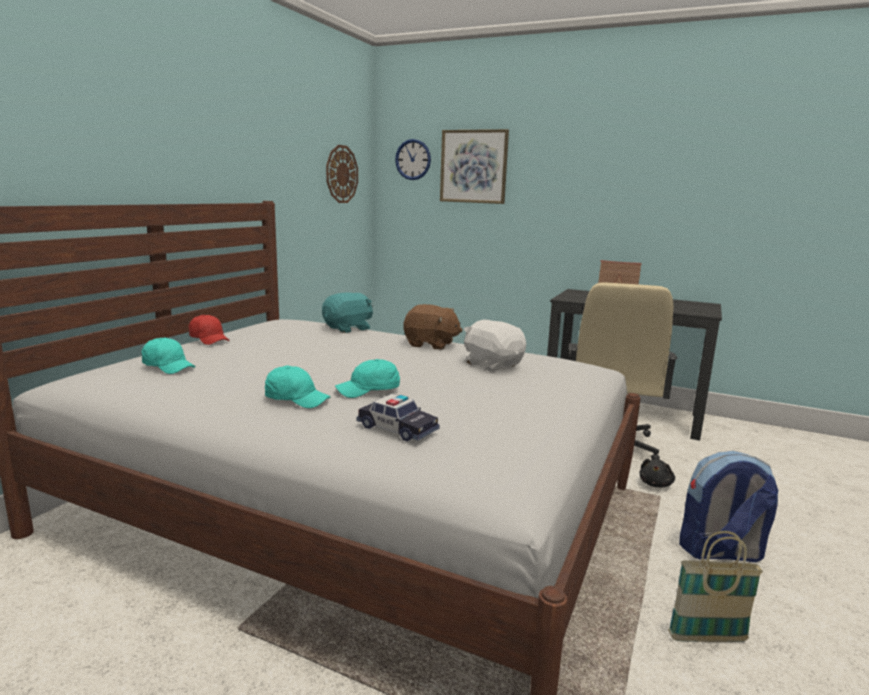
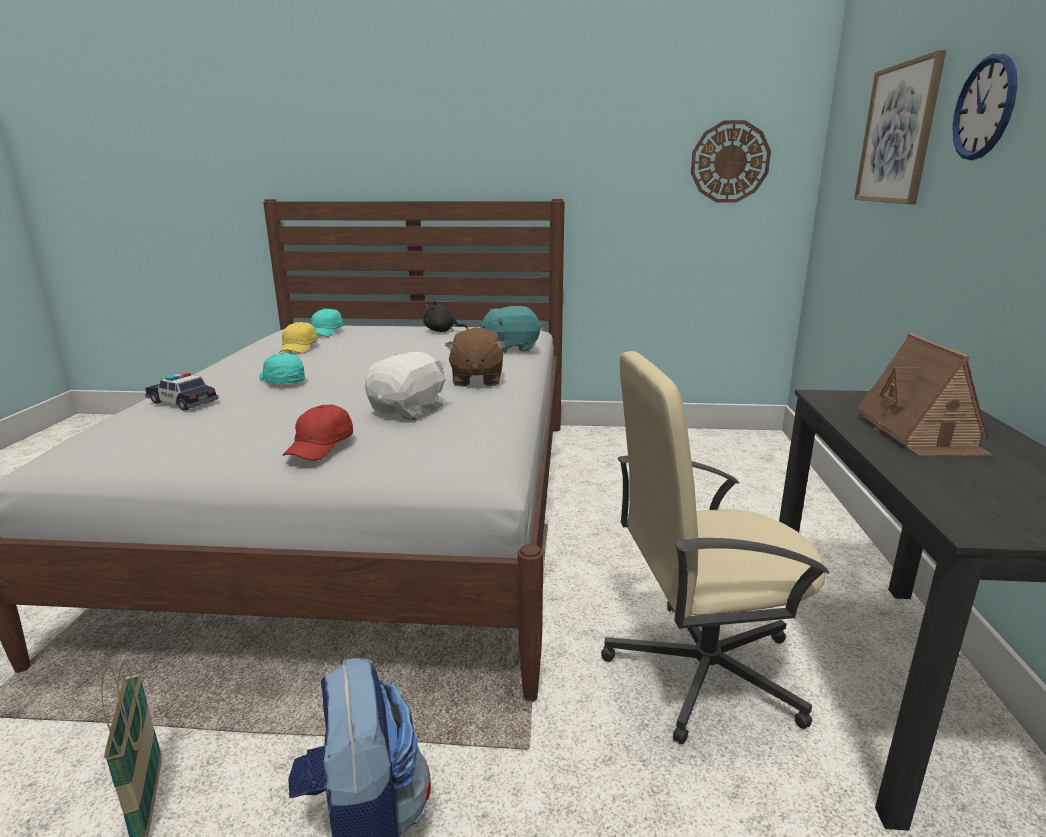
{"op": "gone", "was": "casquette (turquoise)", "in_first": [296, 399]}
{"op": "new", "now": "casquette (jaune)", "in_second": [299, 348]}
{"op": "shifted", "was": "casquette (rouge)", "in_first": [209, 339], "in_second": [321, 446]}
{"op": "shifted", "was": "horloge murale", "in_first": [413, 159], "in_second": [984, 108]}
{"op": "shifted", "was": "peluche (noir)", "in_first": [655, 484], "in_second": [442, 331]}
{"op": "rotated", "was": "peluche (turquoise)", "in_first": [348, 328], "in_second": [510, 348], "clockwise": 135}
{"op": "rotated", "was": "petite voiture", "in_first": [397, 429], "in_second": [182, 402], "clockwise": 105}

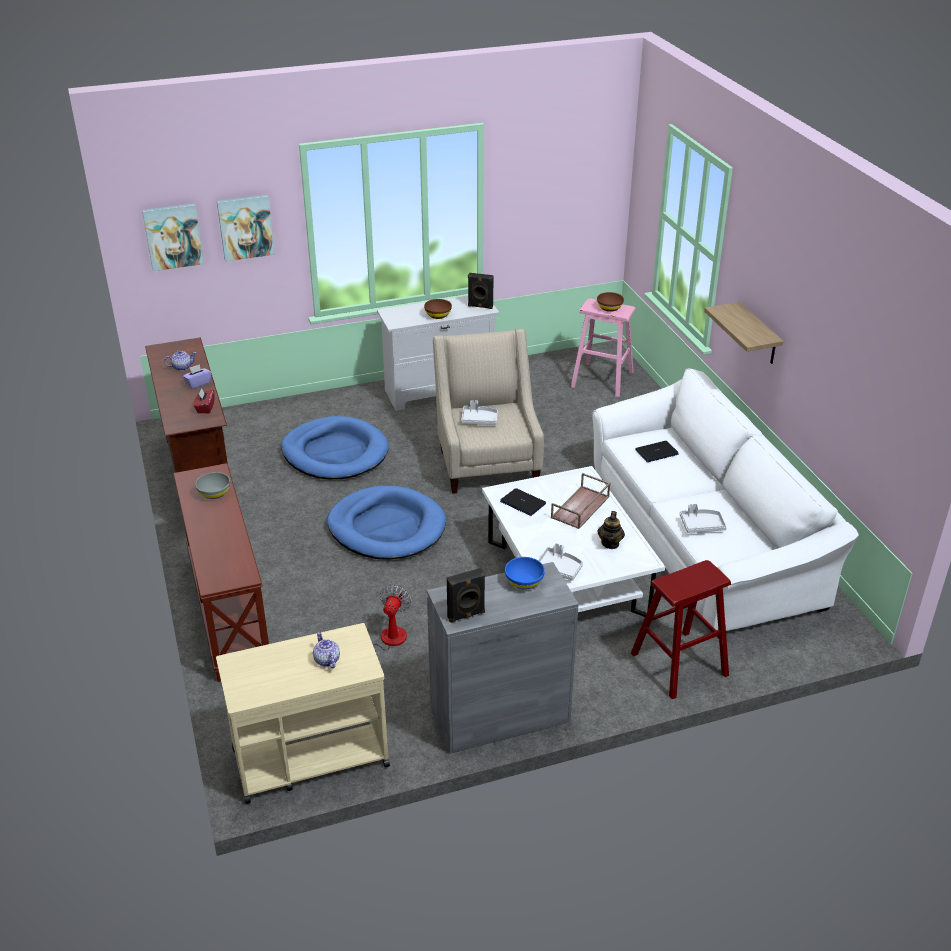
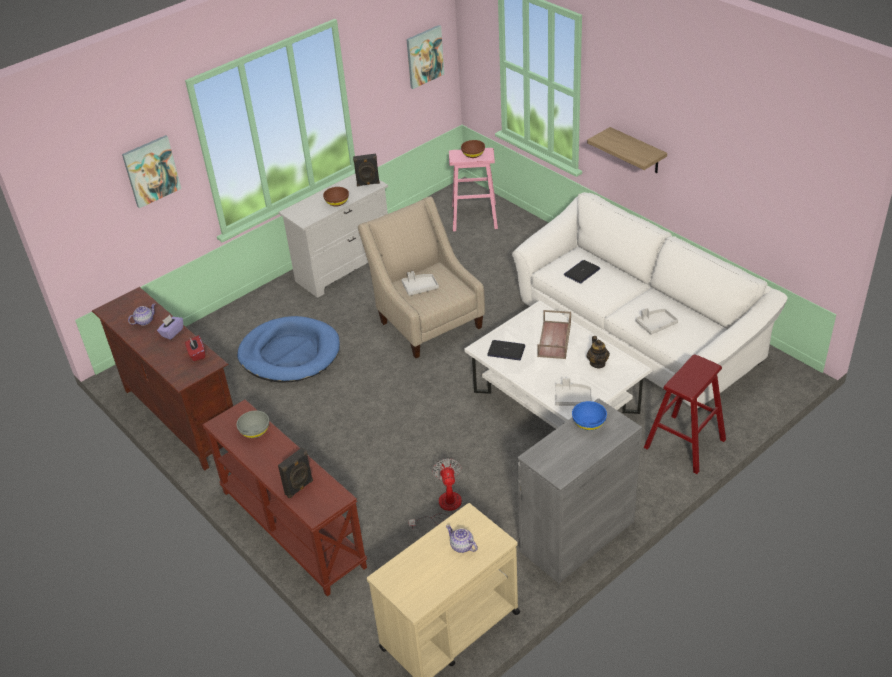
{"op": "gone", "was": "panier pour chien (bleu)", "in_first": [386, 527]}
{"op": "shifted", "was": "tableau", "in_first": [173, 236], "in_second": [424, 56]}
{"op": "shifted", "was": "enceinte (noir)", "in_first": [466, 615], "in_second": [299, 488]}

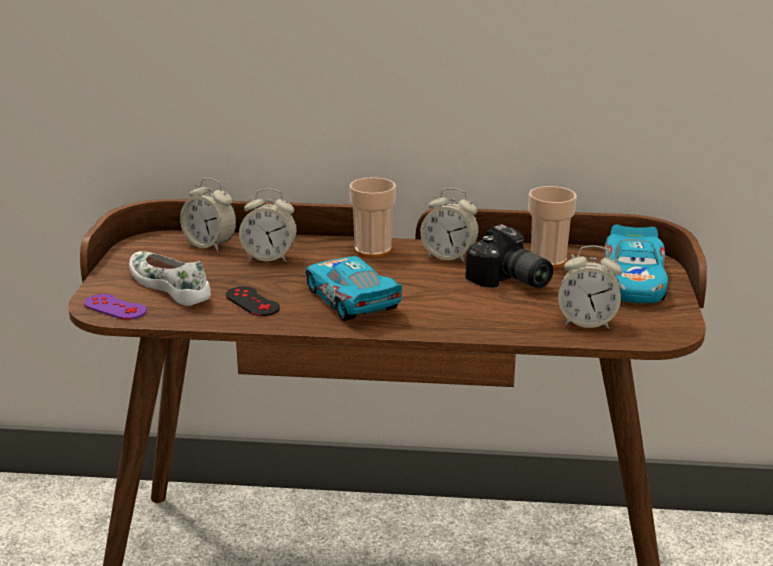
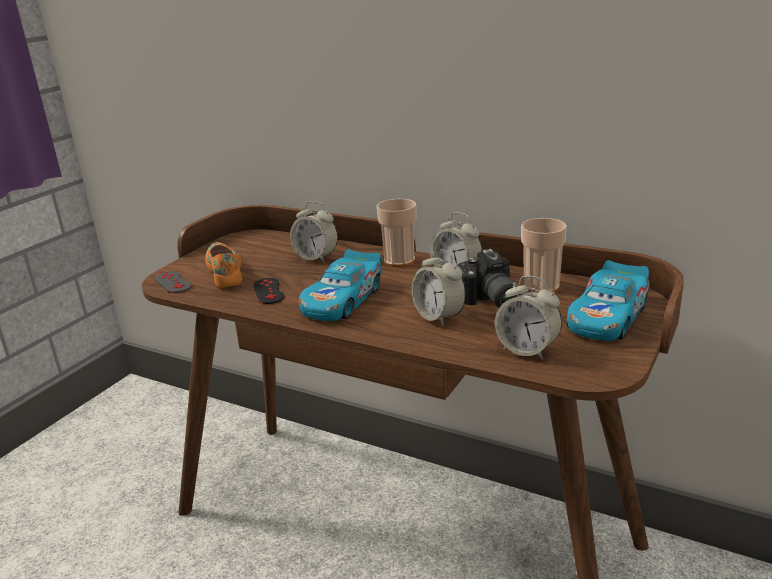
{"op": "shifted", "was": "réveil", "in_first": [210, 245], "in_second": [439, 317]}
{"op": "repainted", "was": "manette (violet)", "now": "manette (gris)", "in_first": [115, 307], "in_second": [173, 282]}
{"op": "repainted", "was": "chaussure (blanc)", "now": "chaussure (orange)", "in_first": [171, 286], "in_second": [226, 271]}
{"op": "rotated", "was": "petite voiture", "in_first": [352, 300], "in_second": [342, 300], "clockwise": -150}

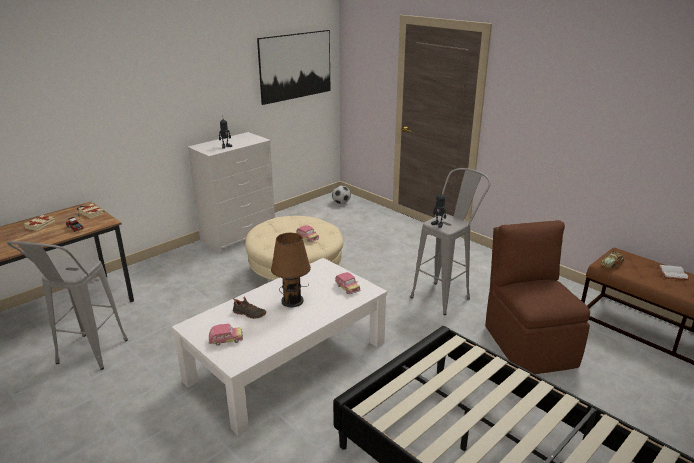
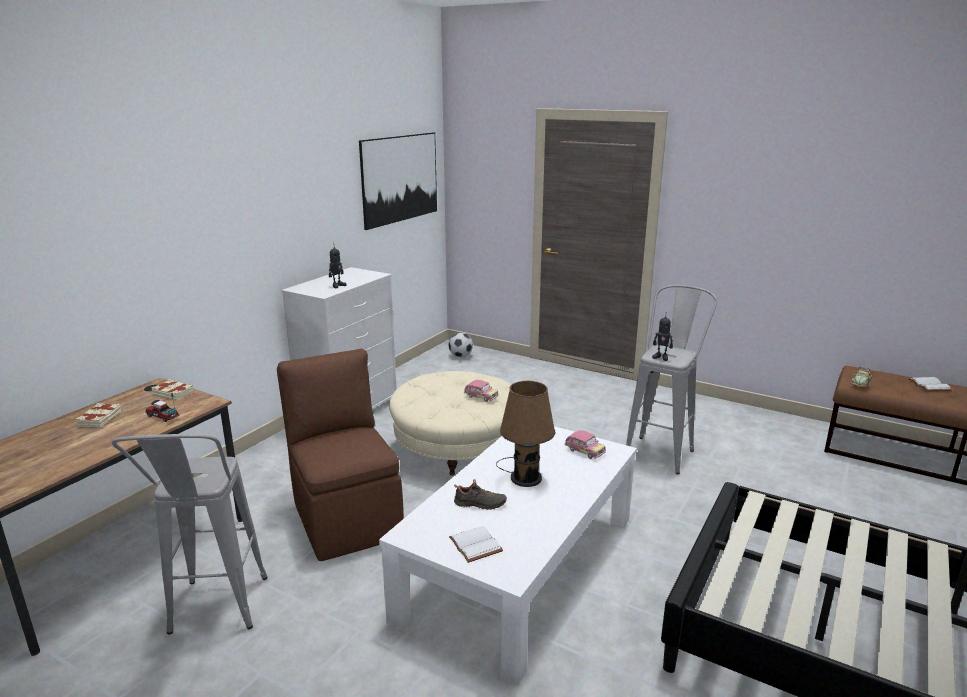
{"op": "shifted", "was": "chaise (marron)", "in_first": [528, 344], "in_second": [346, 517]}
{"op": "swapped", "was": "petite voiture", "now": "livre (blanc)", "in_first": [226, 340], "in_second": [474, 545]}

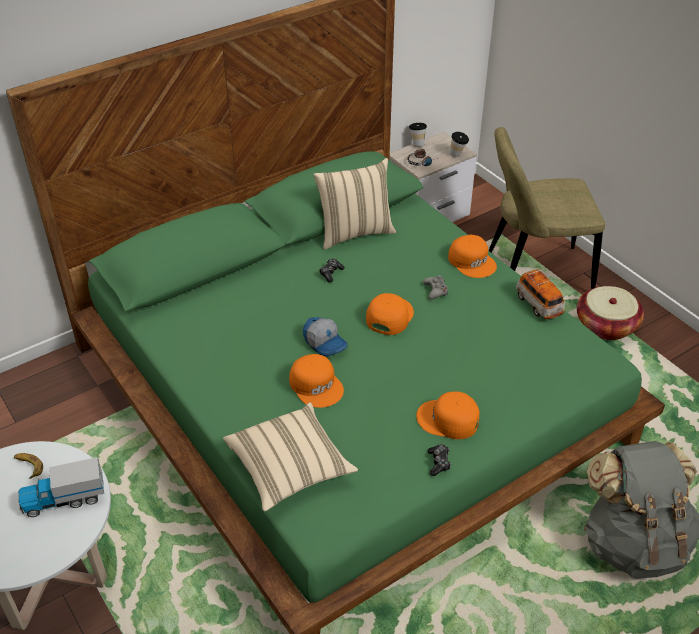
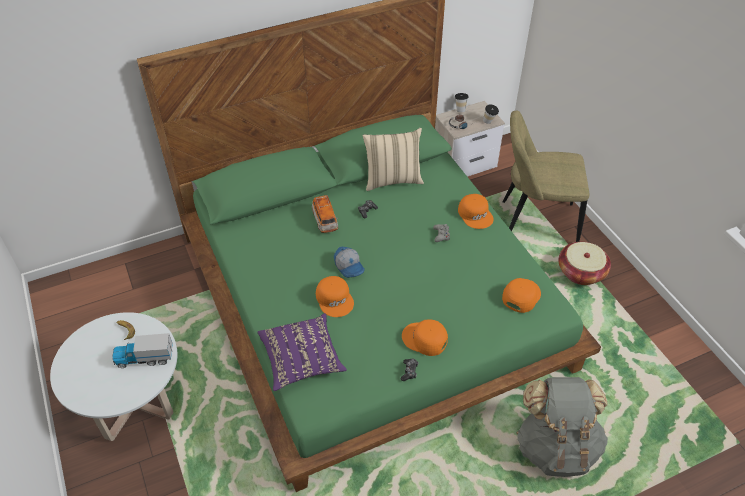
{"op": "shifted", "was": "casquette (orange)", "in_first": [389, 316], "in_second": [520, 295]}
{"op": "shifted", "was": "petite voiture", "in_first": [538, 304], "in_second": [325, 221]}
{"op": "repainted", "was": "coussin (beige)", "now": "coussin (violet)", "in_first": [290, 467], "in_second": [302, 359]}

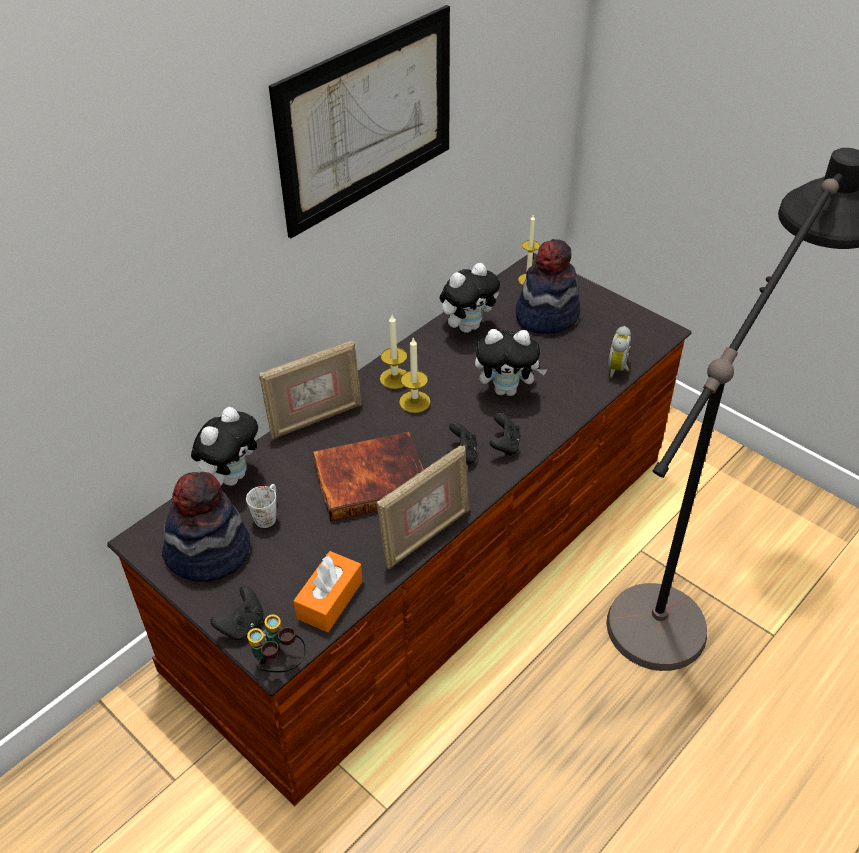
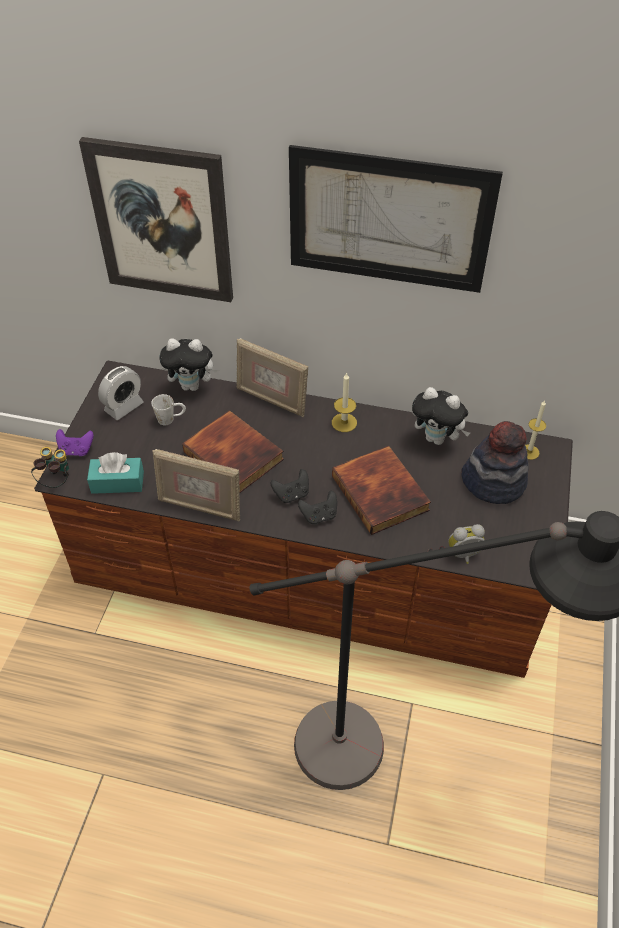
{"op": "gone", "was": "bougie", "in_first": [414, 402]}
{"op": "new", "now": "tableau", "in_second": [162, 222]}
{"op": "swapped", "was": "chapeau", "now": "réveil", "in_first": [208, 552], "in_second": [124, 407]}
{"op": "swapped", "was": "peluche", "now": "livre", "in_first": [507, 390], "in_second": [382, 492]}
{"op": "repainted", "was": "manette (noir)", "now": "manette (violet)", "in_first": [242, 625], "in_second": [76, 450]}
{"op": "repainted", "was": "boîte à mouchoirs (orange)", "now": "boîte à mouchoirs (turquoise)", "in_first": [330, 600], "in_second": [117, 482]}

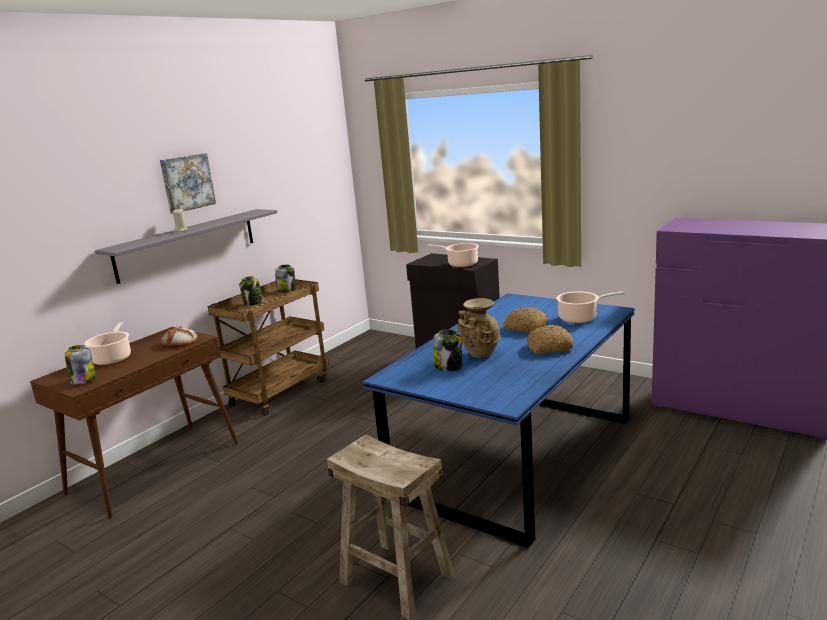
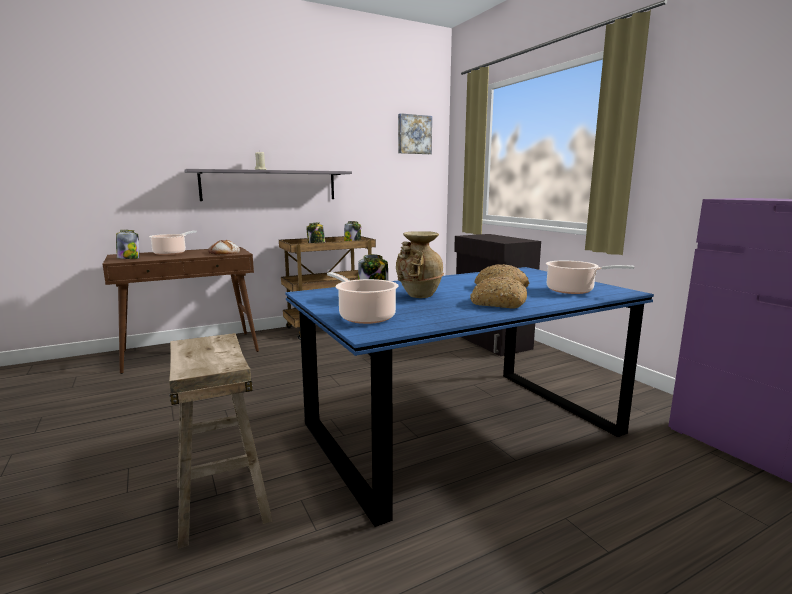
{"op": "shifted", "was": "tableau", "in_first": [187, 182], "in_second": [414, 134]}
{"op": "shifted", "was": "marmite", "in_first": [460, 264], "in_second": [364, 316]}

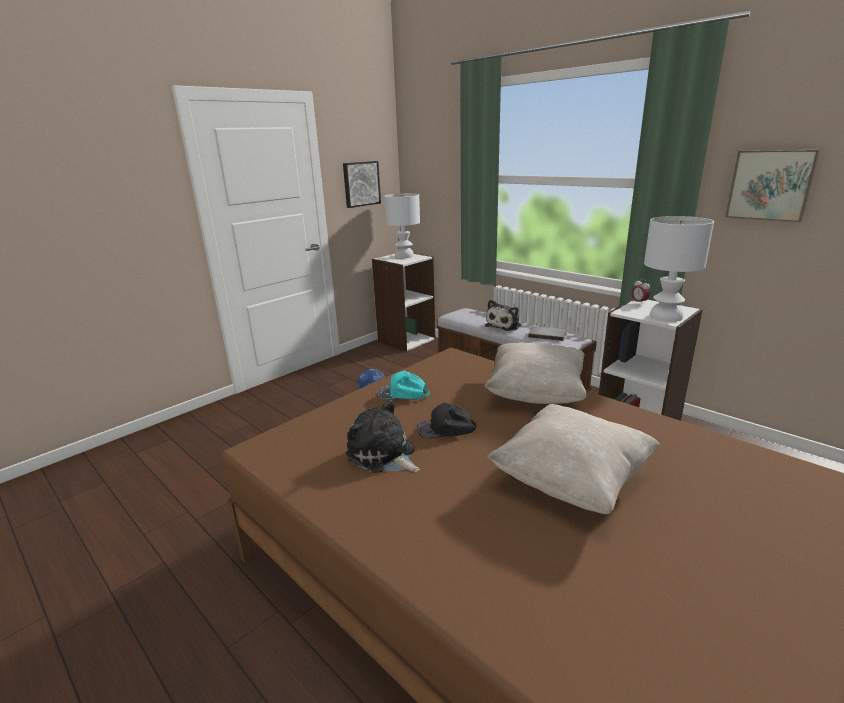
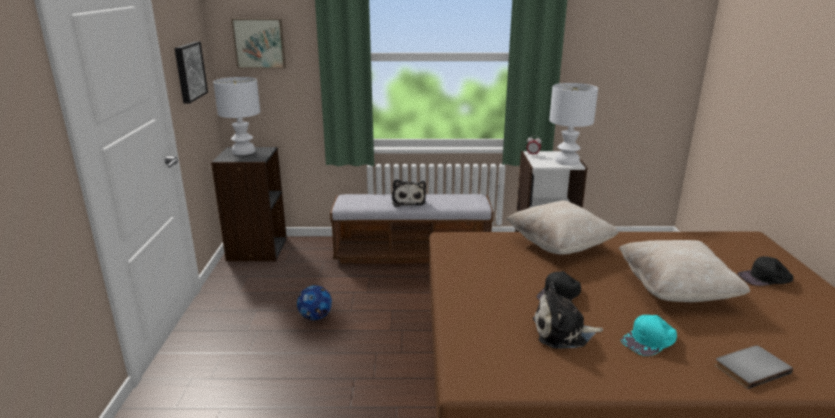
{"op": "new", "now": "casquette (noir)", "in_second": [765, 279]}
{"op": "shifted", "was": "casquette (turquoise)", "in_first": [403, 393], "in_second": [649, 341]}
{"op": "shifted", "was": "livre (gris)", "in_first": [547, 334], "in_second": [749, 367]}
{"op": "shifted", "was": "tableau", "in_first": [770, 185], "in_second": [259, 43]}
{"op": "repainted", "was": "bibliothèque (blanc)", "now": "bibliothèque (noir)", "in_first": [406, 340], "in_second": [256, 249]}

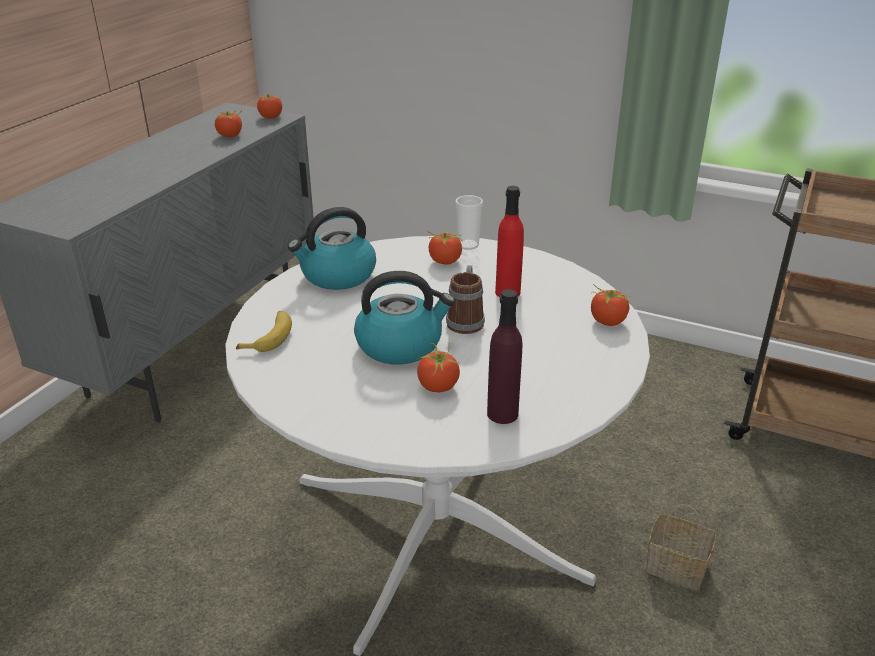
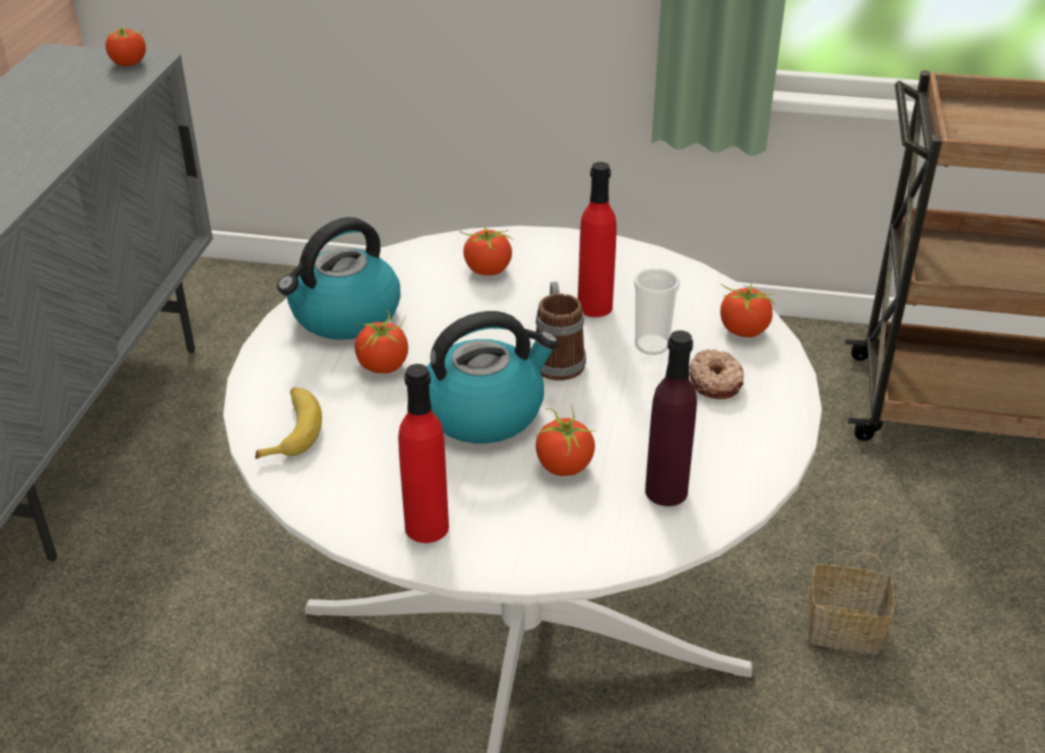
{"op": "new", "now": "bouteille (rouge)", "in_second": [426, 527]}
{"op": "new", "now": "beignet", "in_second": [716, 382]}
{"op": "shifted", "was": "tomate", "in_first": [230, 135], "in_second": [383, 366]}
{"op": "shifted", "was": "tasse", "in_first": [468, 245], "in_second": [651, 345]}

